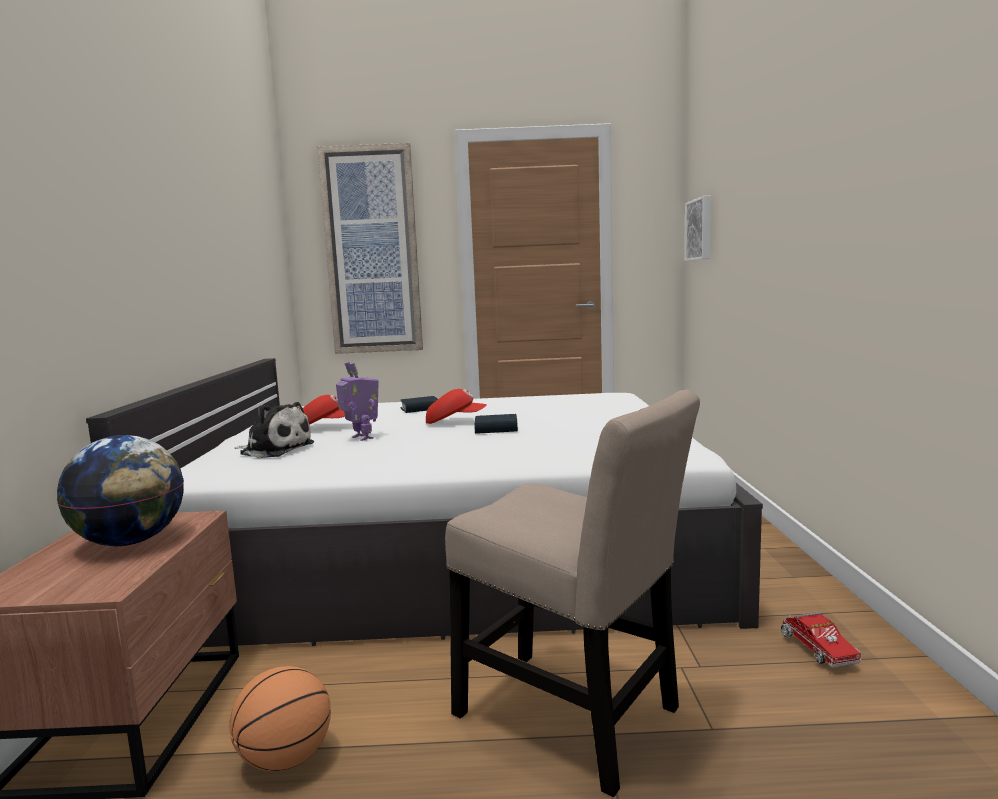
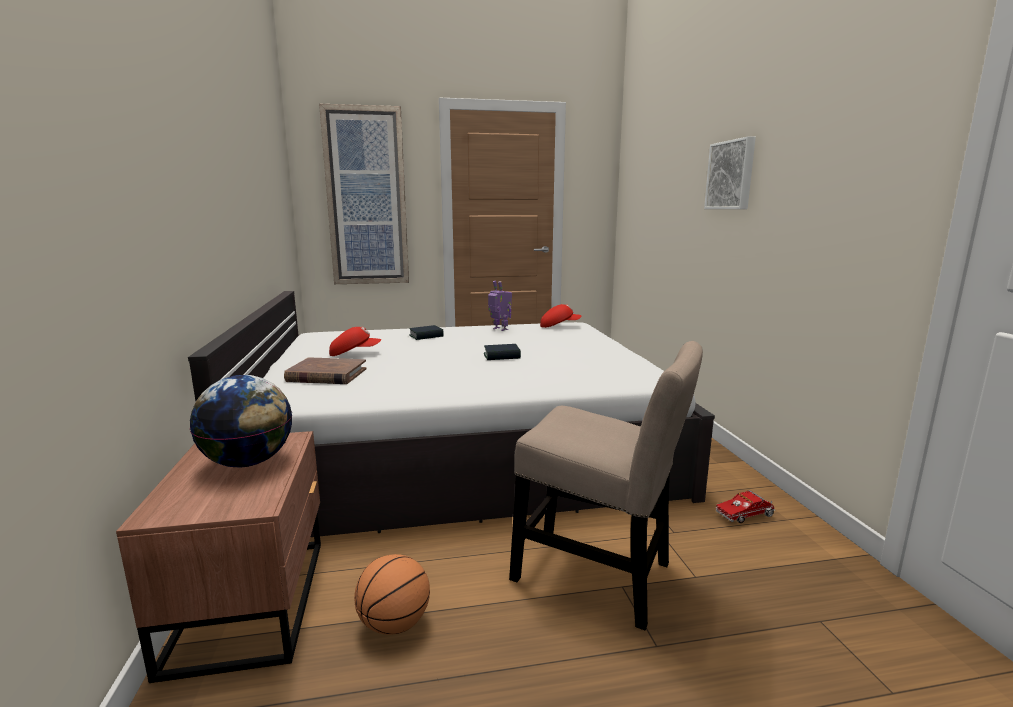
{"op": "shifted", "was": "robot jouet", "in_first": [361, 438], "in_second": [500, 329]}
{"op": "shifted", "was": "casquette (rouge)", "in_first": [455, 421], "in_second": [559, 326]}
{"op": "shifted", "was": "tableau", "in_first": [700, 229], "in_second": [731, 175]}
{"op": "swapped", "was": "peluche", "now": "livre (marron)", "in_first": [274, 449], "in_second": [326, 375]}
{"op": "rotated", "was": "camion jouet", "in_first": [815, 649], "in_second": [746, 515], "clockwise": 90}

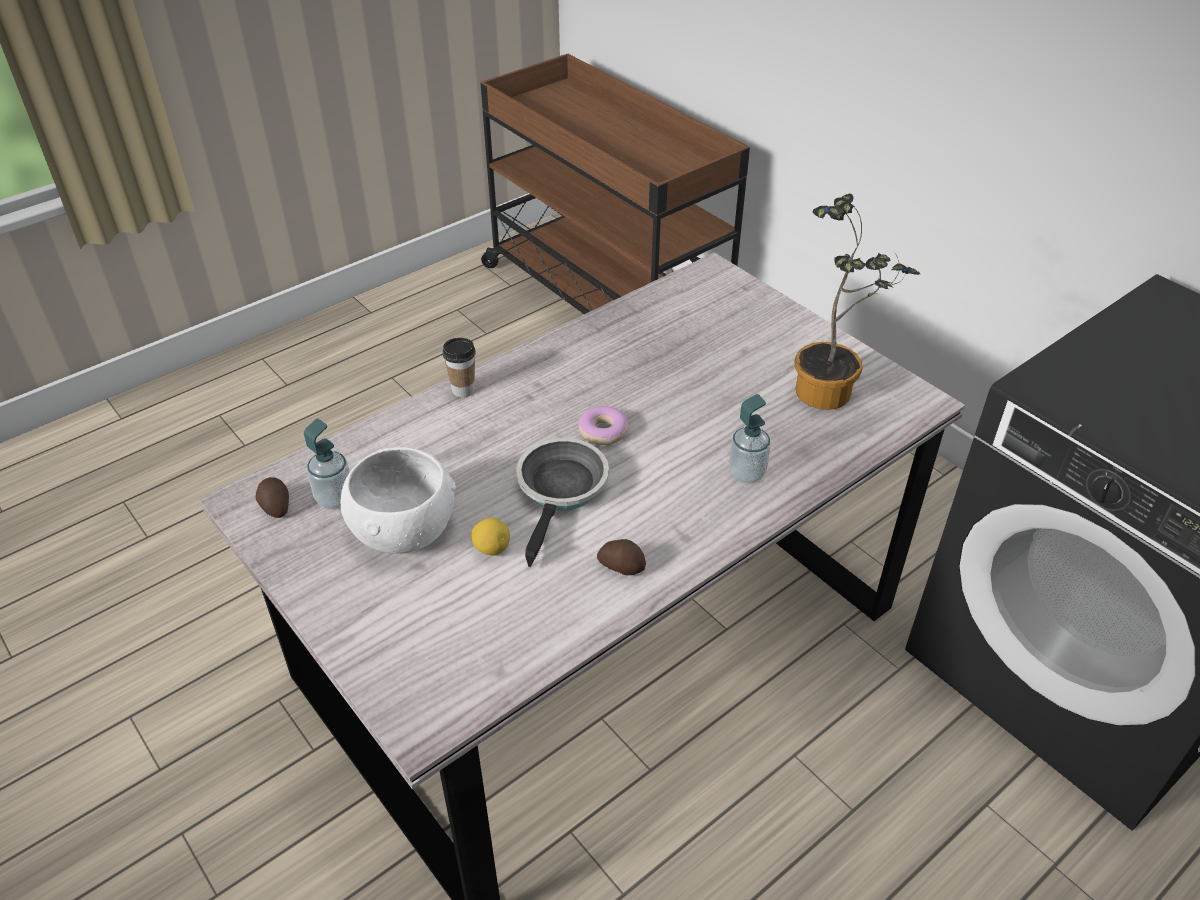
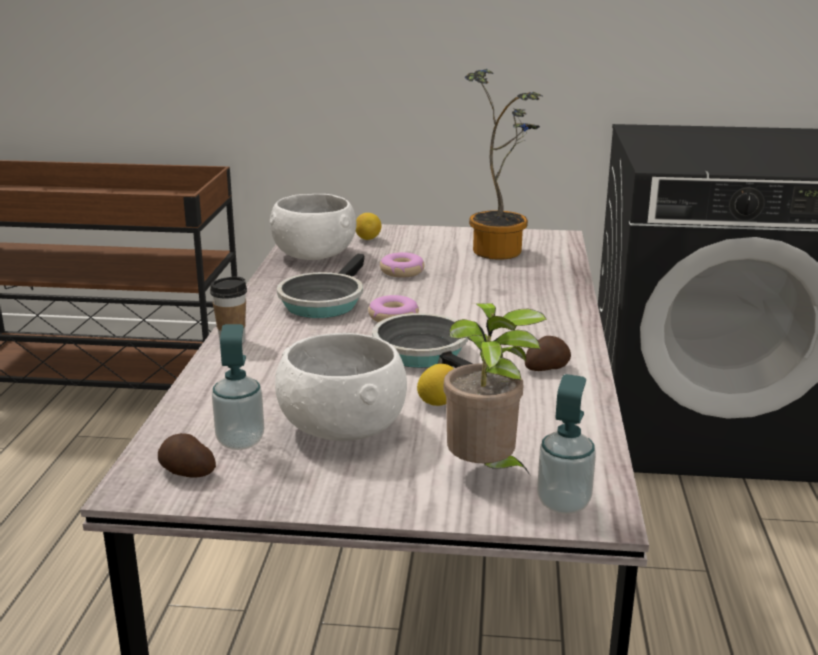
{"op": "new", "now": "bol (blanc)", "in_second": [313, 254]}
{"op": "new", "now": "poêle", "in_second": [323, 301]}
{"op": "new", "now": "citron", "in_second": [368, 239]}
{"op": "new", "now": "beignet", "in_second": [402, 272]}
{"op": "new", "now": "plante en pot", "in_second": [485, 472]}
{"op": "shifted", "was": "distributeur de savon", "in_first": [746, 473], "in_second": [563, 503]}

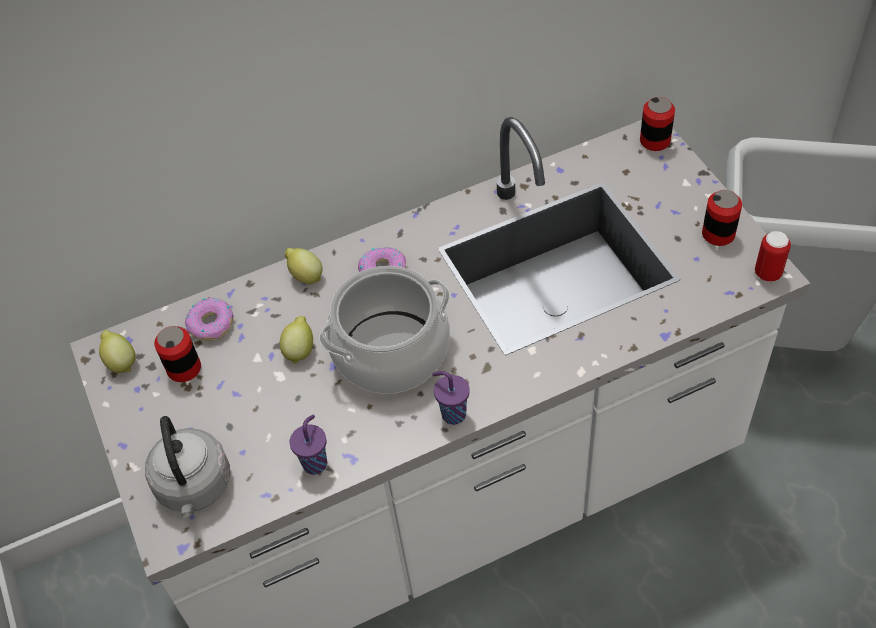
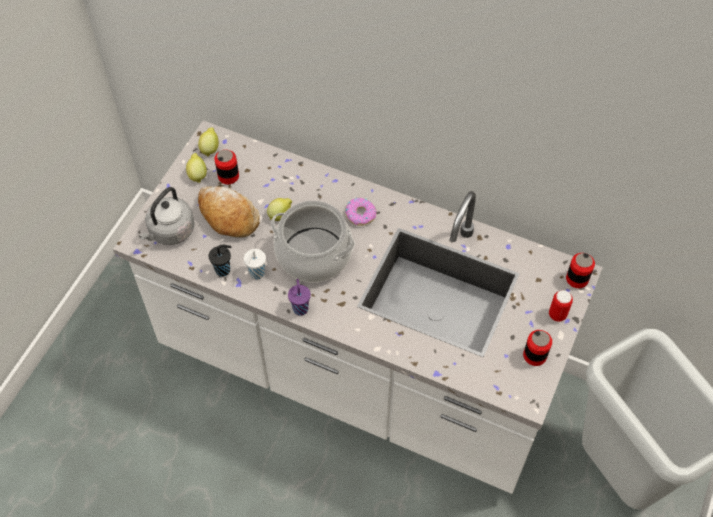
{"op": "gone", "was": "beignet", "in_first": [211, 324]}
{"op": "new", "now": "pain", "in_second": [228, 216]}
{"op": "new", "now": "tasse (blanc)", "in_second": [256, 274]}
{"op": "shifted", "was": "citron", "in_first": [305, 276], "in_second": [197, 175]}
{"op": "shifted", "was": "boîte métallique", "in_first": [767, 273], "in_second": [557, 314]}
{"op": "repainted", "was": "tasse (violet)", "now": "tasse (noir)", "in_first": [315, 462], "in_second": [223, 270]}

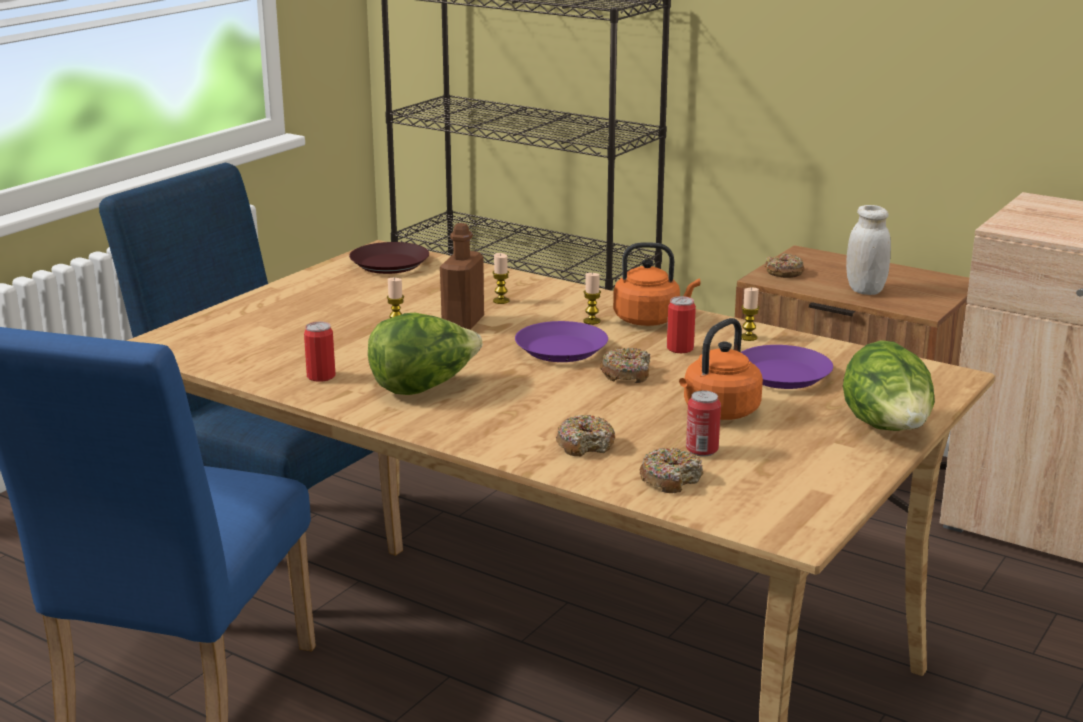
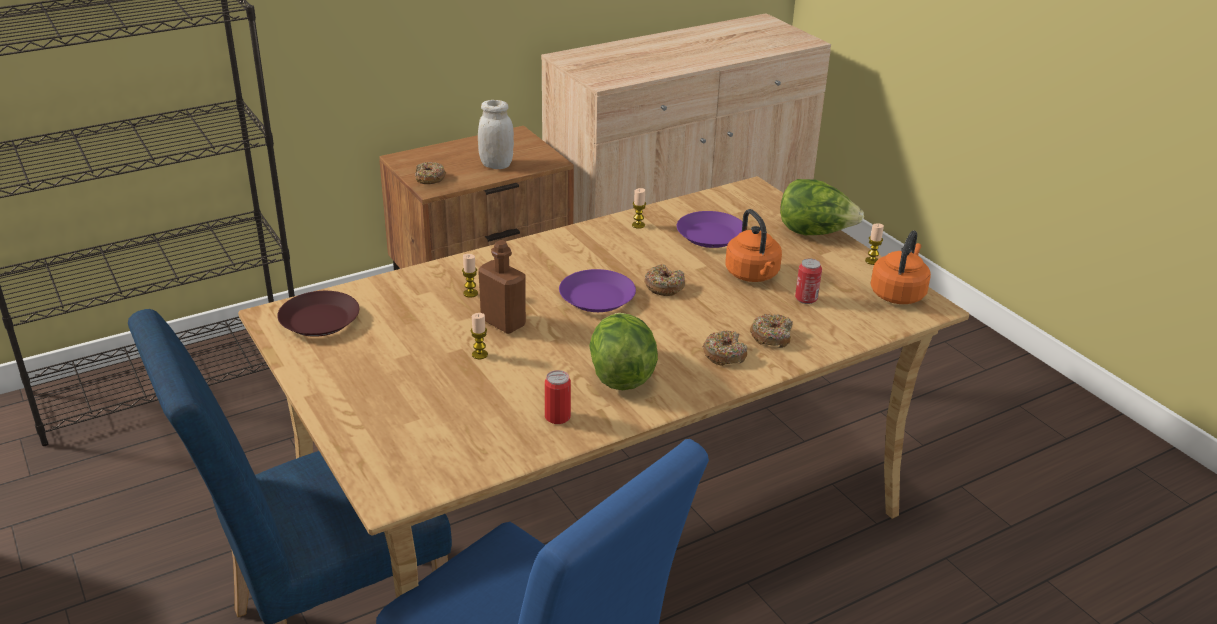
{"op": "gone", "was": "boîte métallique", "in_first": [680, 348]}
{"op": "shifted", "was": "bougie", "in_first": [591, 321], "in_second": [872, 261]}
{"op": "shifted", "was": "bouilloire (orange)", "in_first": [650, 320], "in_second": [898, 293]}
{"op": "shifted", "was": "beignet", "in_first": [670, 479], "in_second": [724, 354]}

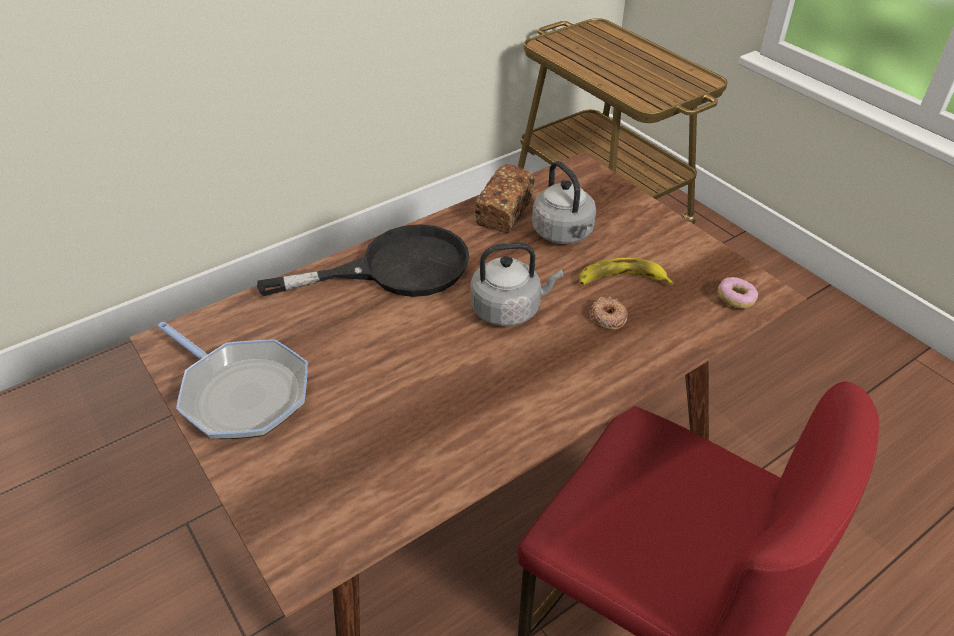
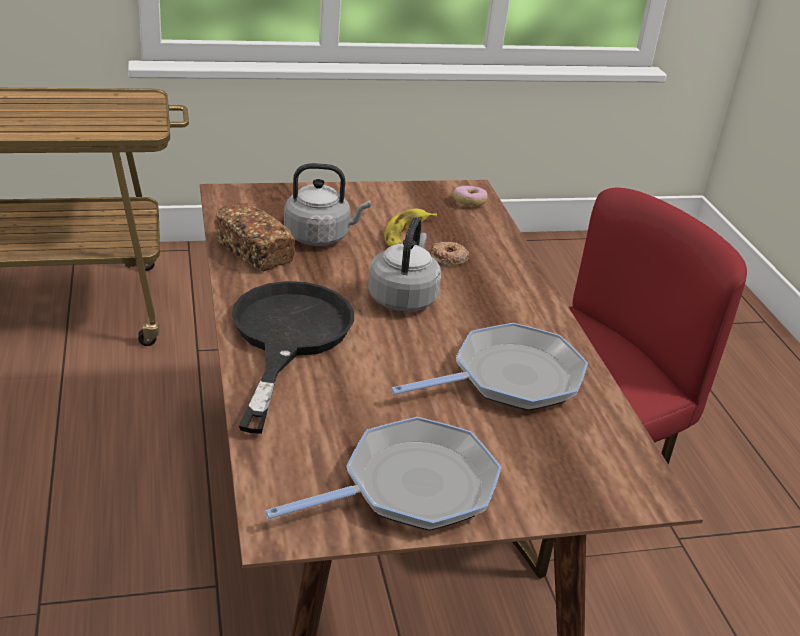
{"op": "new", "now": "poêle", "in_second": [510, 378]}

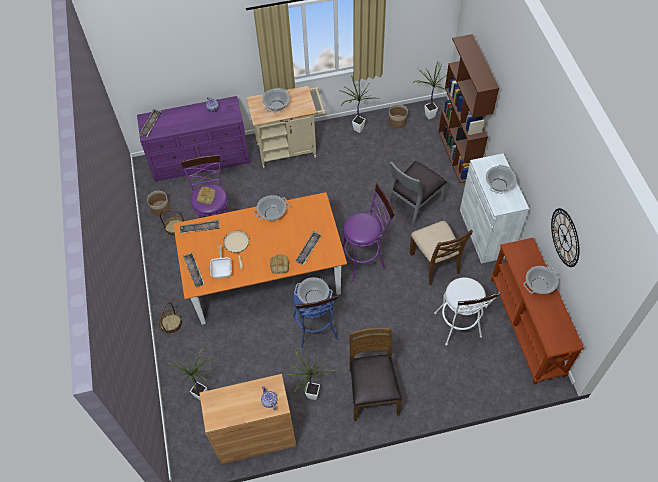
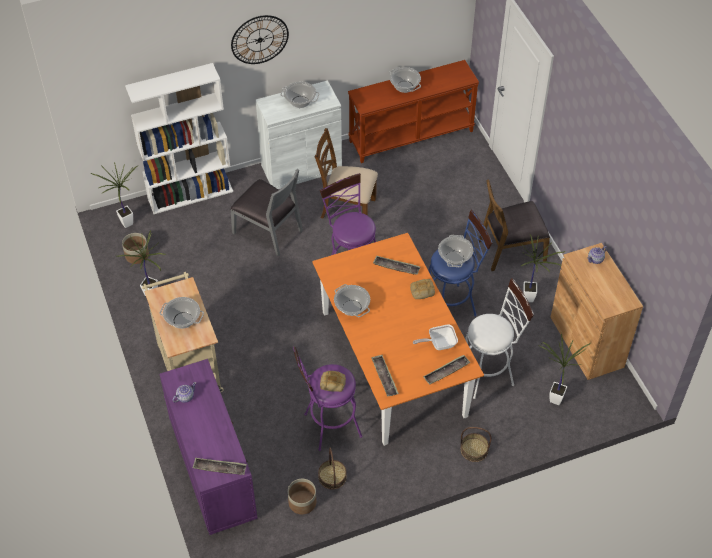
{"op": "gone", "was": "poêle (beige)", "in_first": [237, 245]}
{"op": "shifted", "was": "tabouret (blanc)", "in_first": [459, 328], "in_second": [489, 373]}
{"op": "shifted", "was": "horloge murale", "in_first": [565, 237], "in_second": [259, 39]}
{"op": "repainted", "was": "bibliothèque (marron)", "now": "bibliothèque (blanc)", "in_first": [458, 155], "in_second": [190, 194]}
{"op": "rotated", "was": "chaise (marron)", "in_first": [435, 263], "in_second": [347, 208], "clockwise": -135}

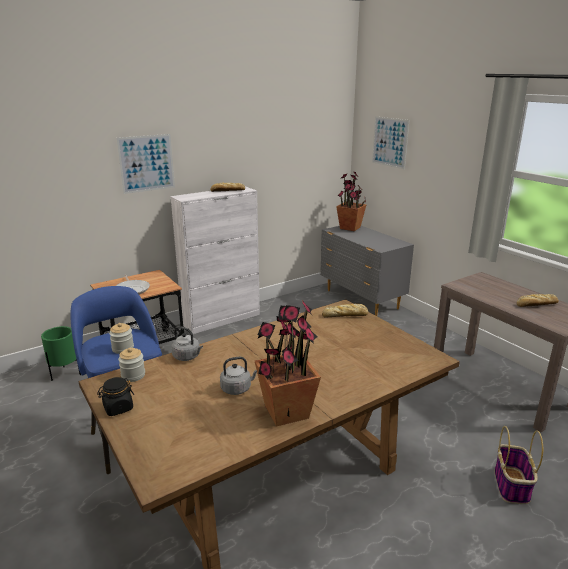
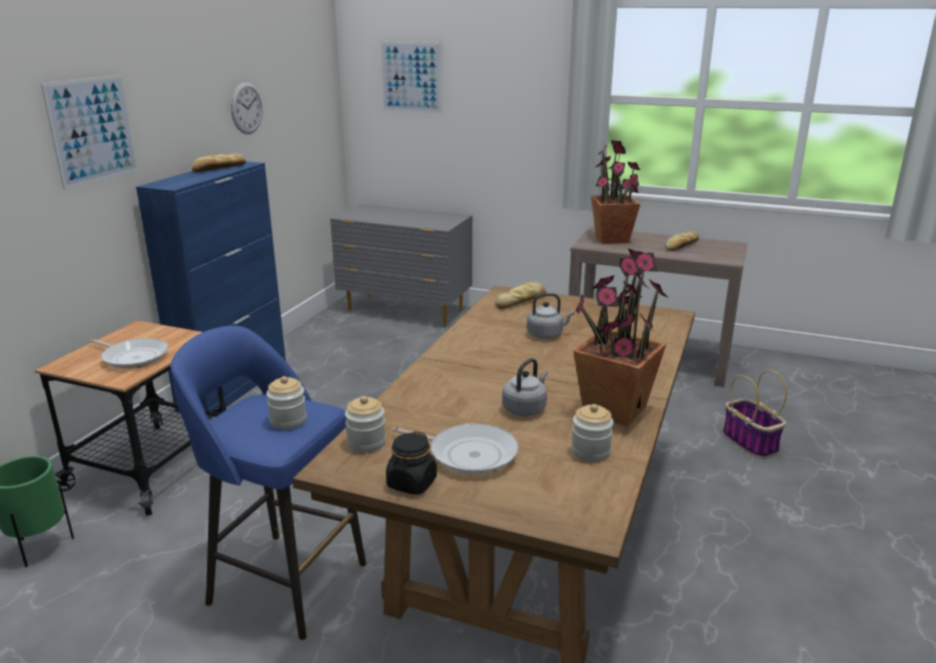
{"op": "new", "now": "horloge murale", "in_second": [246, 108]}
{"op": "new", "now": "poêle", "in_second": [468, 454]}
{"op": "new", "now": "bocal", "in_second": [590, 451]}
{"op": "shifted", "was": "bouilloire (gris)", "in_first": [187, 357], "in_second": [547, 334]}
{"op": "shifted", "was": "plante en pot", "in_first": [350, 228], "in_second": [612, 239]}
{"op": "repainted", "was": "meuble de rangement (blanc)", "now": "meuble de rangement (bleu)", "in_first": [222, 319], "in_second": [234, 386]}

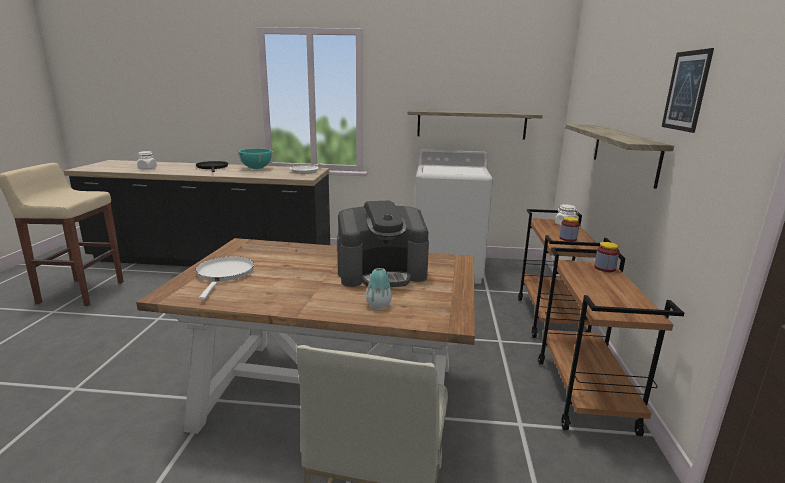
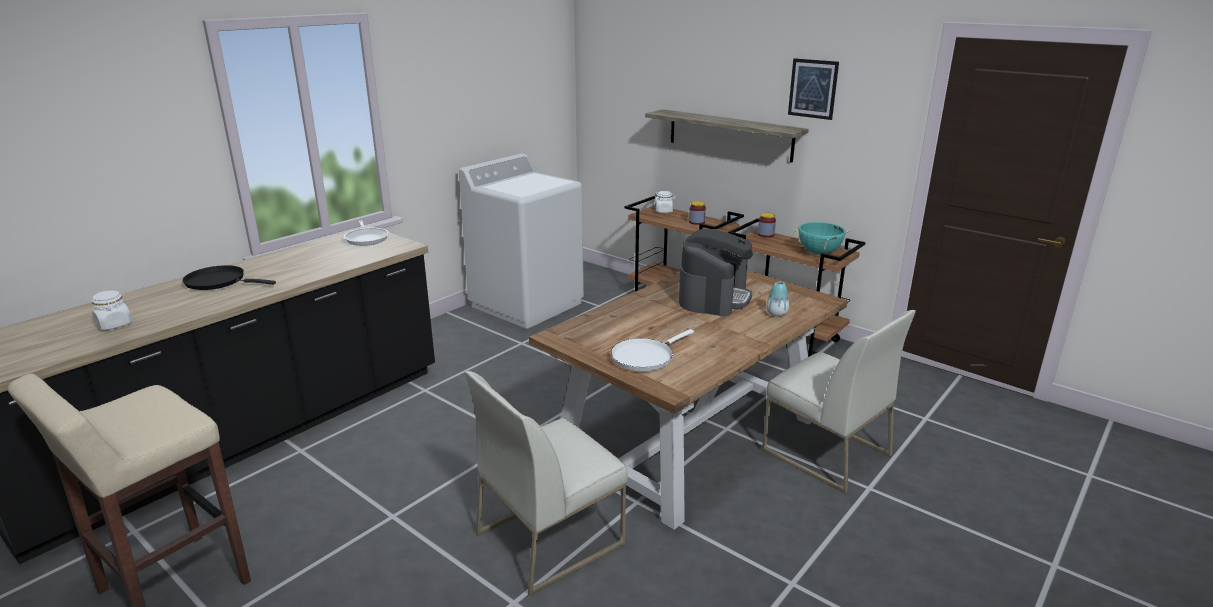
{"op": "gone", "was": "étagère", "in_first": [471, 124]}
{"op": "new", "now": "chaise (blanc)", "in_second": [550, 537]}
{"op": "shifted", "was": "marmite (turquoise)", "in_first": [256, 168], "in_second": [819, 253]}
{"op": "rotated", "was": "poêle (blanc)", "in_first": [225, 274], "in_second": [645, 357], "clockwise": -75}

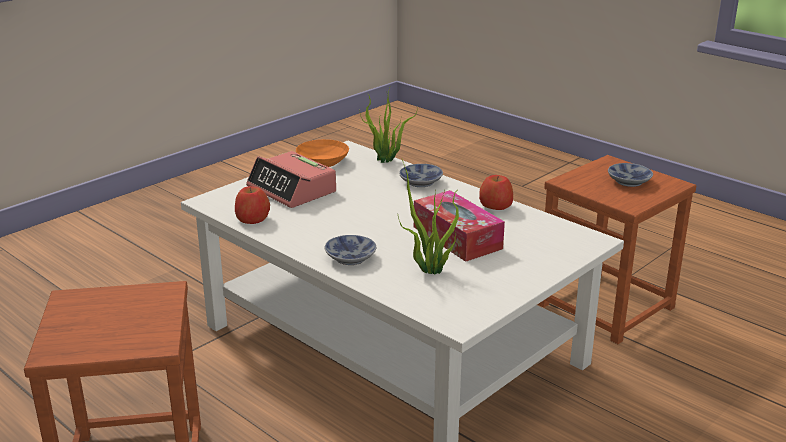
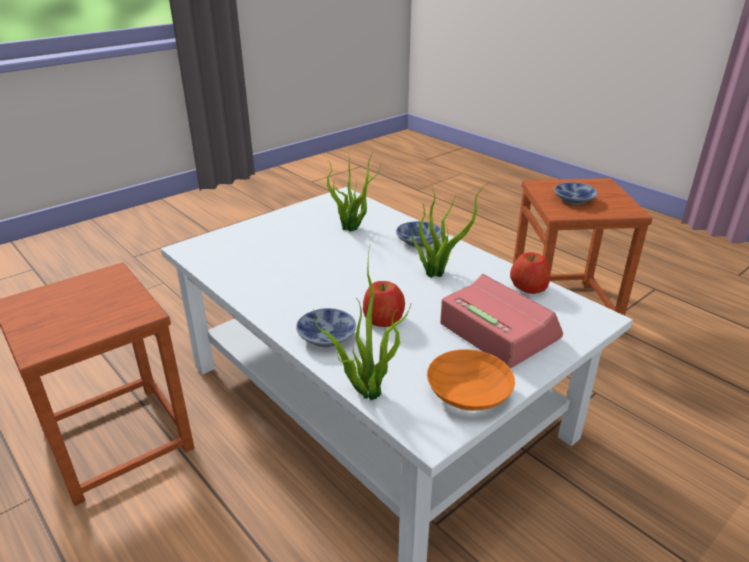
{"op": "gone", "was": "boîte à mouchoirs", "in_first": [457, 237]}
{"op": "new", "now": "plante en pot", "in_second": [437, 273]}
{"op": "shifted", "was": "pomme", "in_first": [495, 206], "in_second": [383, 318]}
{"op": "shifted", "was": "bol", "in_first": [629, 182], "in_second": [573, 199]}

